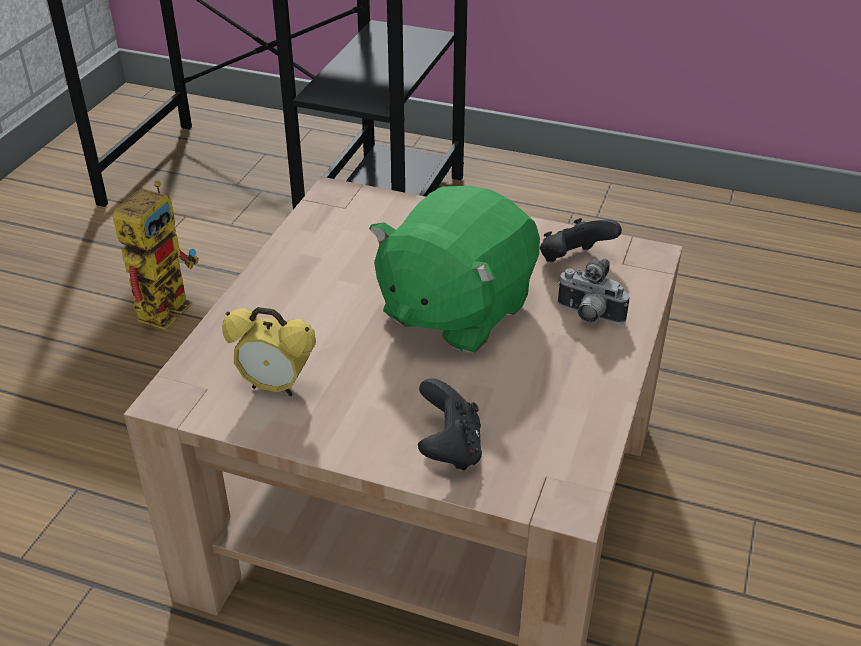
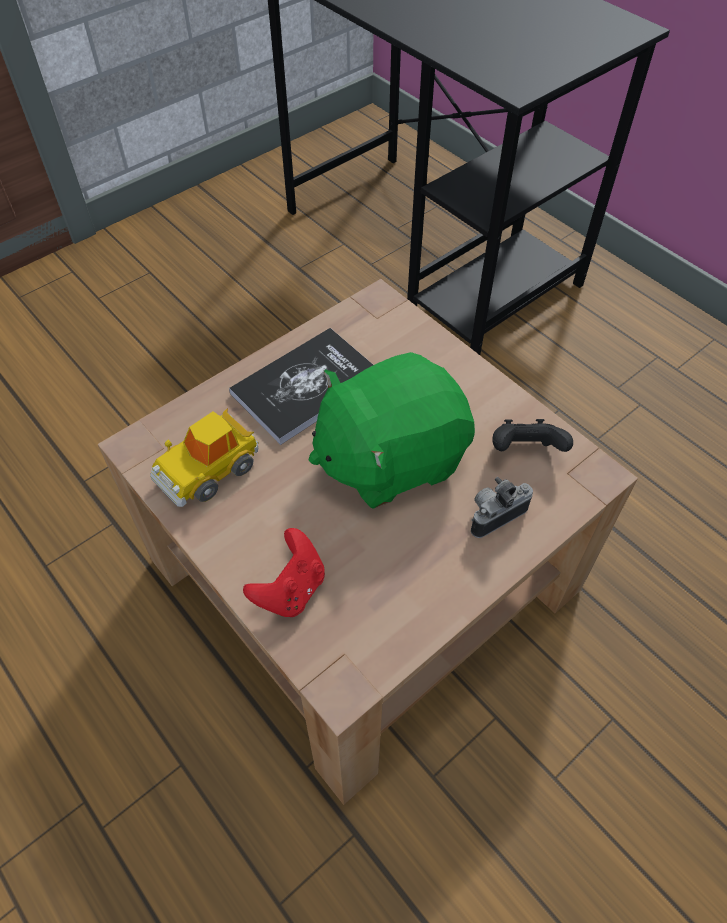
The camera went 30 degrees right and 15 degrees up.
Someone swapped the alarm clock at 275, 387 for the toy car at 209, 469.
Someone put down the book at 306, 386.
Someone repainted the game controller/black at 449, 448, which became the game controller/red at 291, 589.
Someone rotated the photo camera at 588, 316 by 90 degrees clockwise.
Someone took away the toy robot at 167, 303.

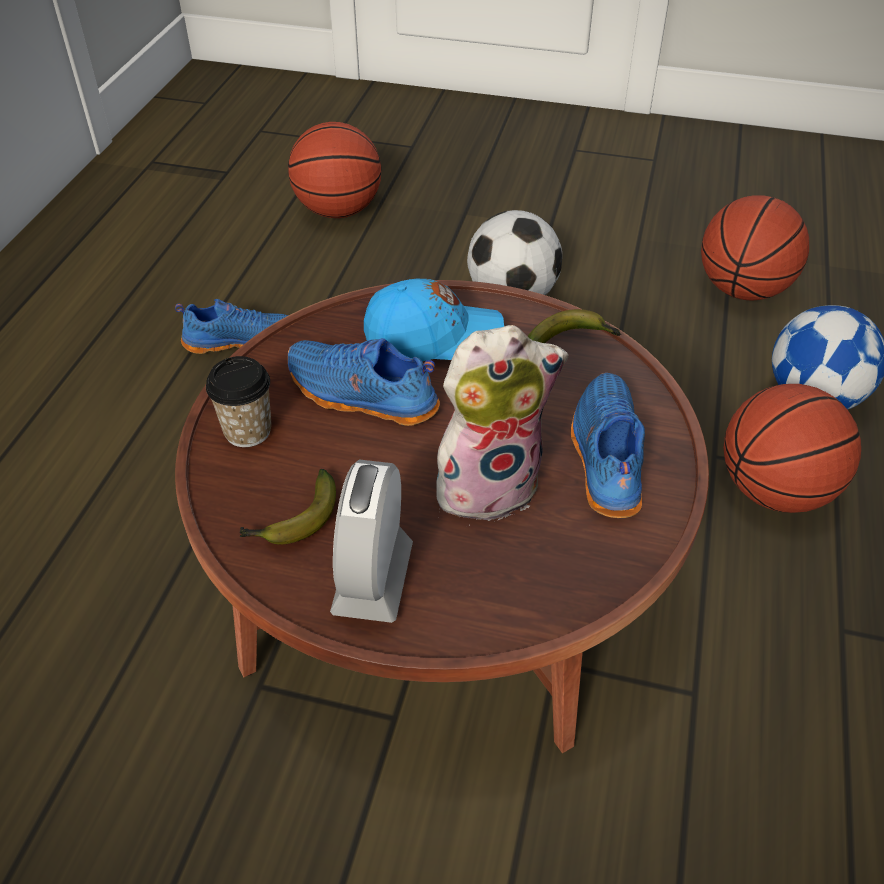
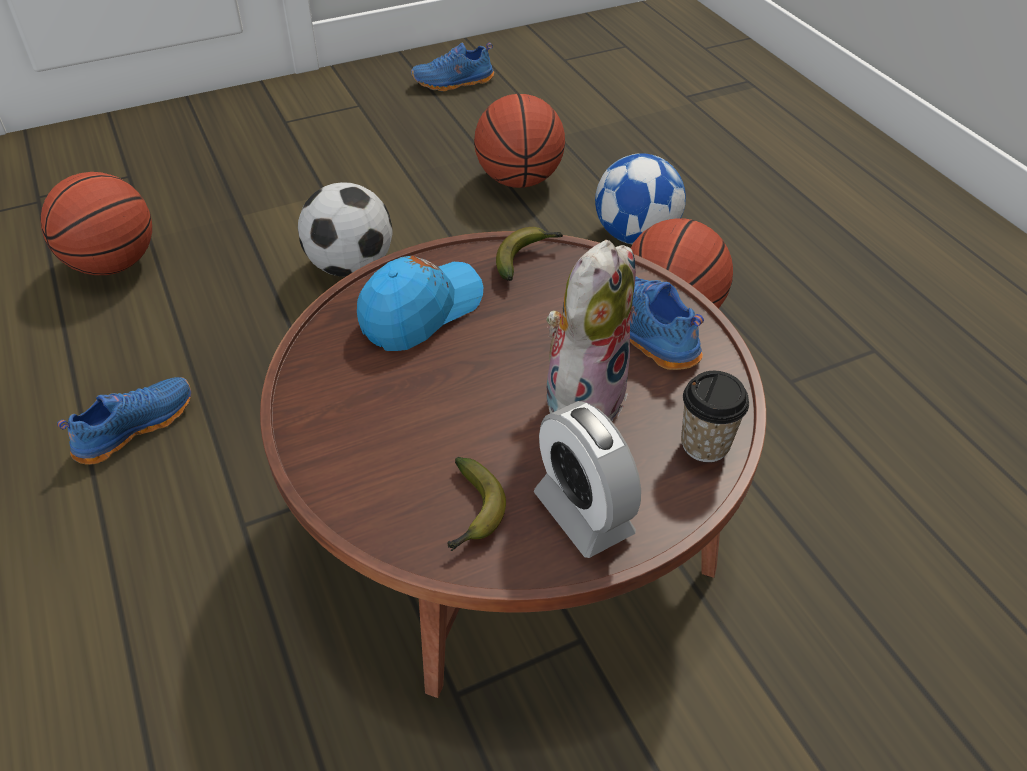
The camera went 40 degrees left and 0 degrees up.
Someone carried the shoe/blue from 361, 397 to 453, 83.
Someone carried the cup from 248, 431 to 705, 444.

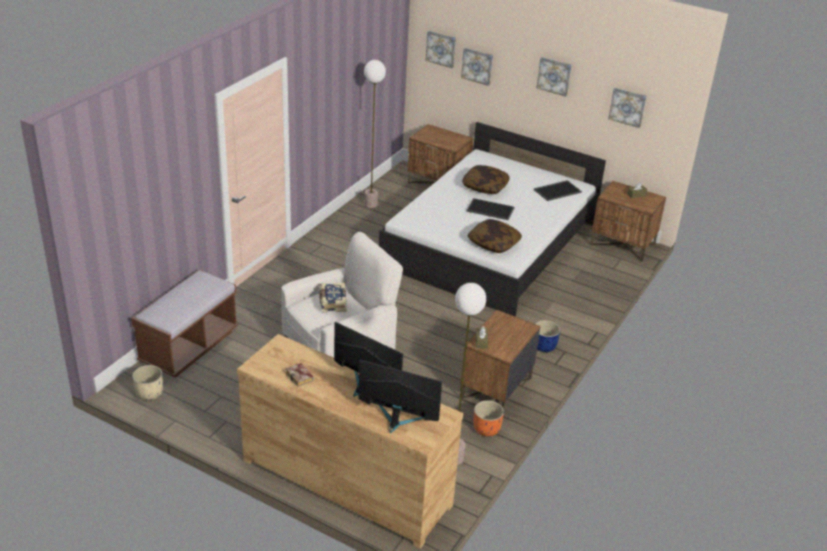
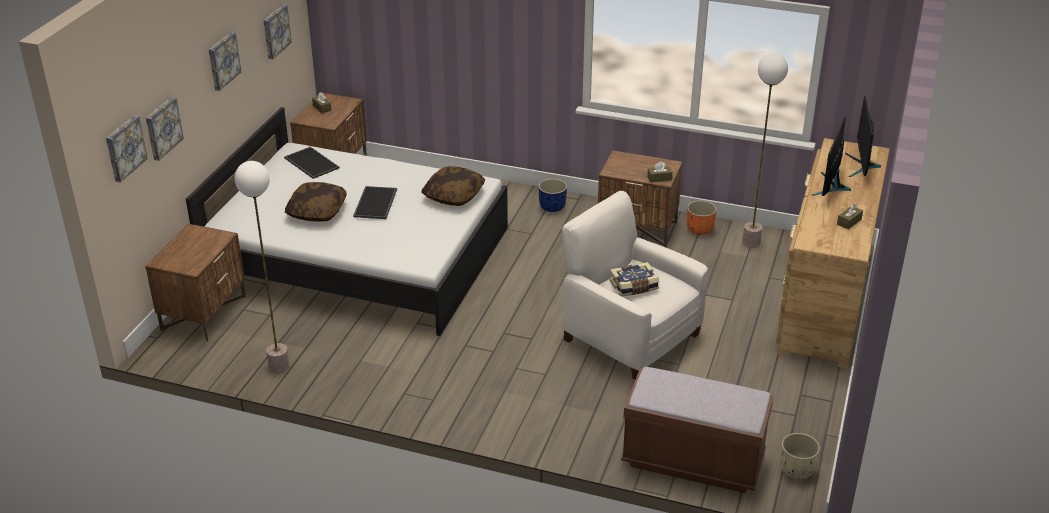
The camera went 100 degrees left and 0 degrees up.
Someone swapped the book at 301, 377 for the tissue box/brown at 849, 222.

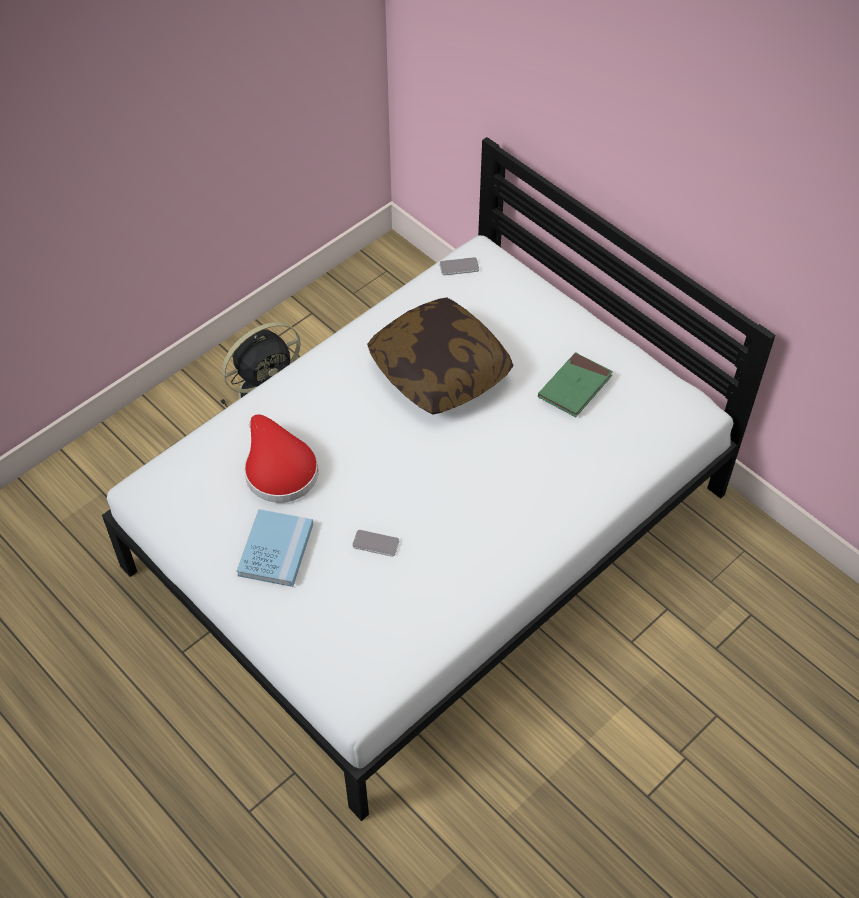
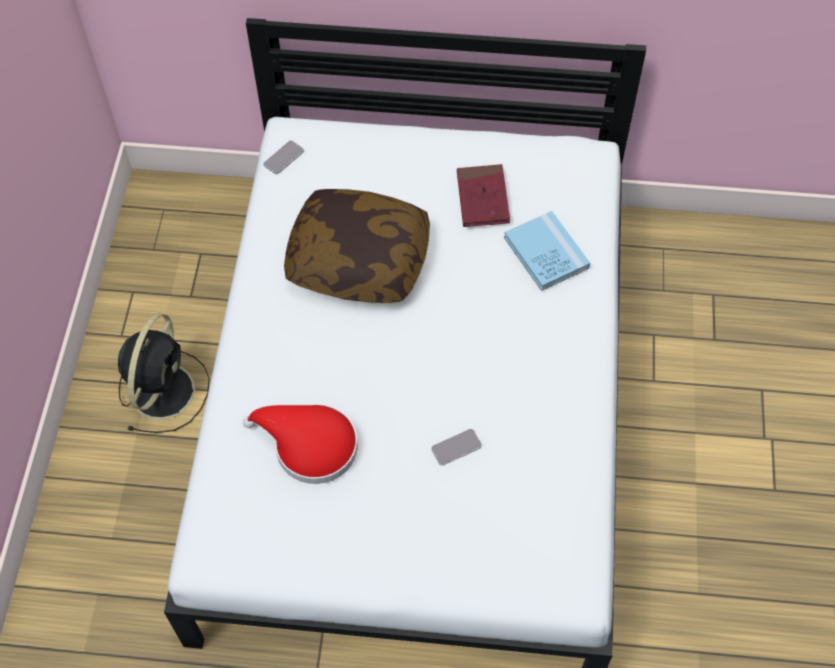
The camera went 40 degrees left and 5 degrees up.
Someone repainted the book/green at 575, 387, which became the book/red at 482, 198.
Someone carried the book/blue from 276, 550 to 546, 253.

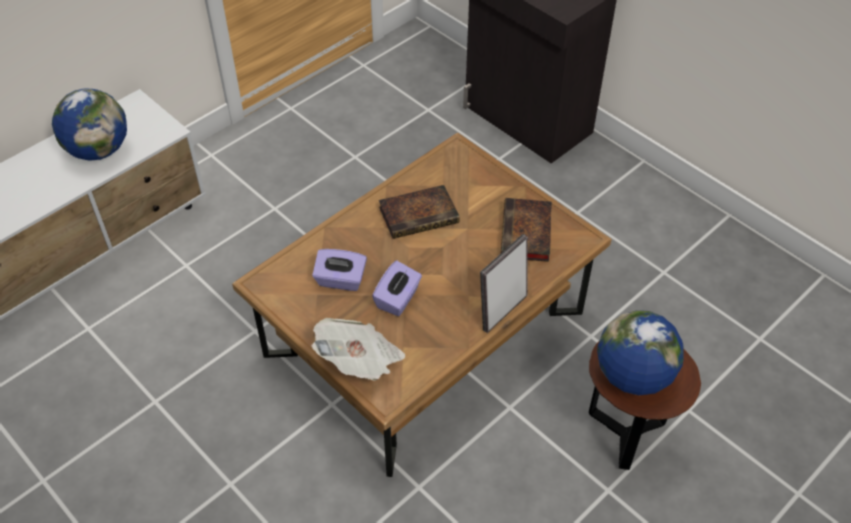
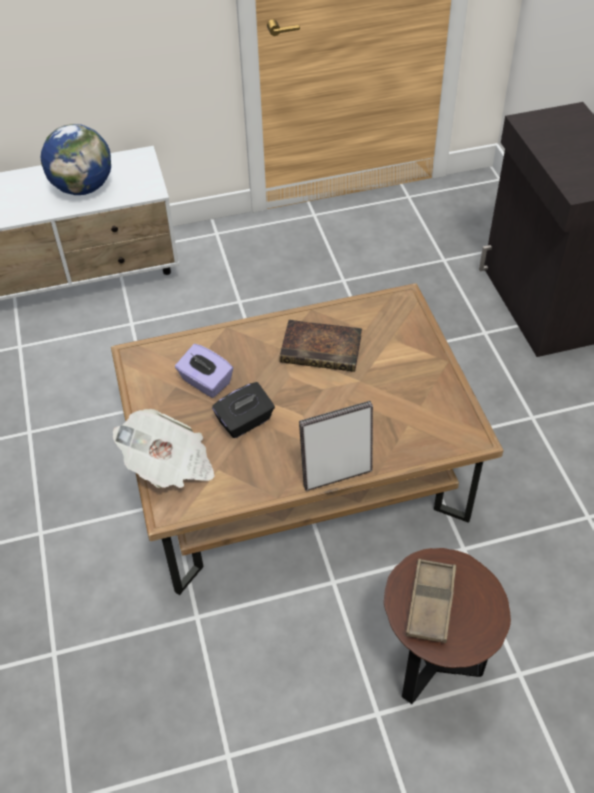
The camera went 30 degrees right and 0 degrees up.
Someone repainted the tissue box/purple at 398, 299, which became the tissue box/black at 245, 421.
Someone swapped the globe at 633, 376 for the tray/brown at 431, 603.
Someone took away the book at 526, 234.

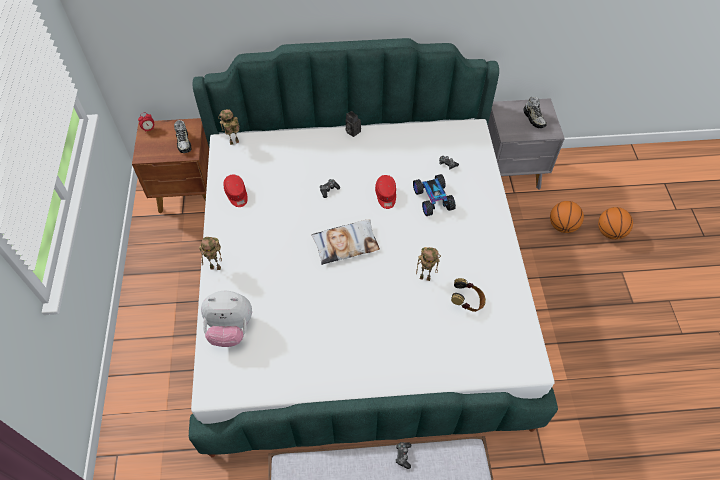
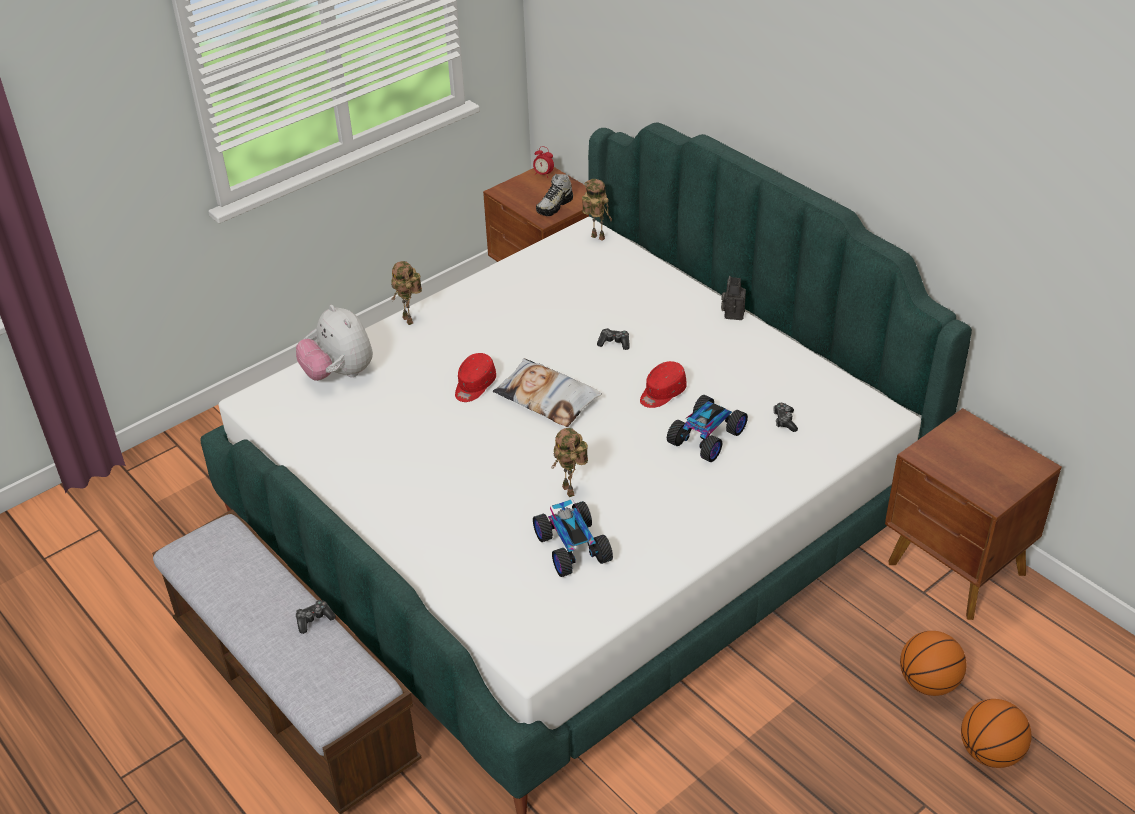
The camera went 55 degrees right and 15 degrees down.
Someone carried the cap/red from 237, 195 to 474, 386.
Someone swapped the headphones at 467, 302 for the toy car at 571, 548.
Someone repainted the nightstand/grey at 510, 173, which became the nightstand/brown at 956, 570.
Someone took away the shoe at 534, 118.

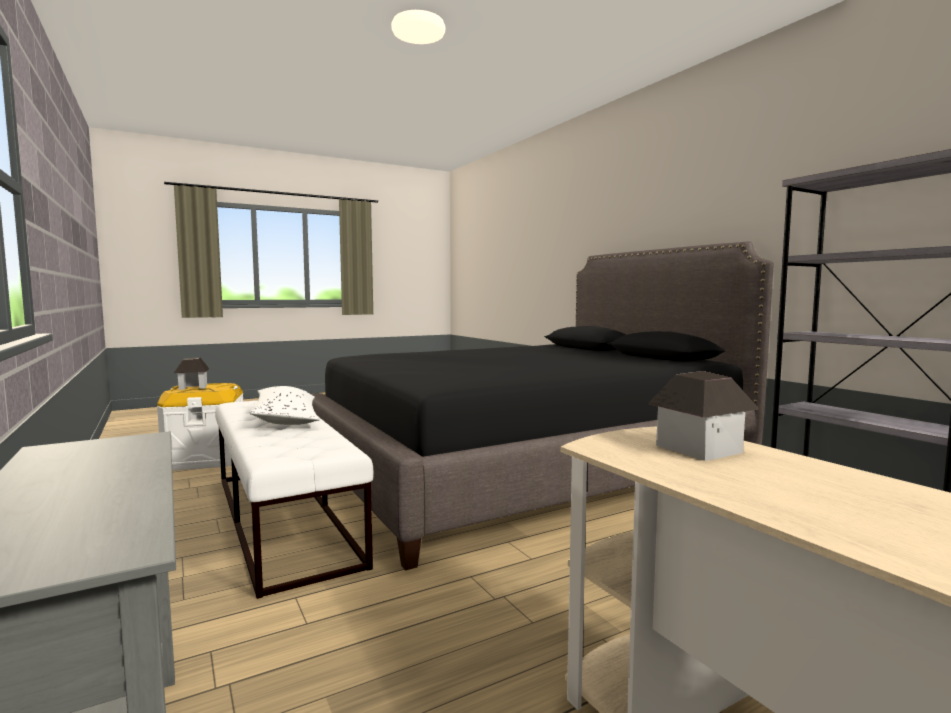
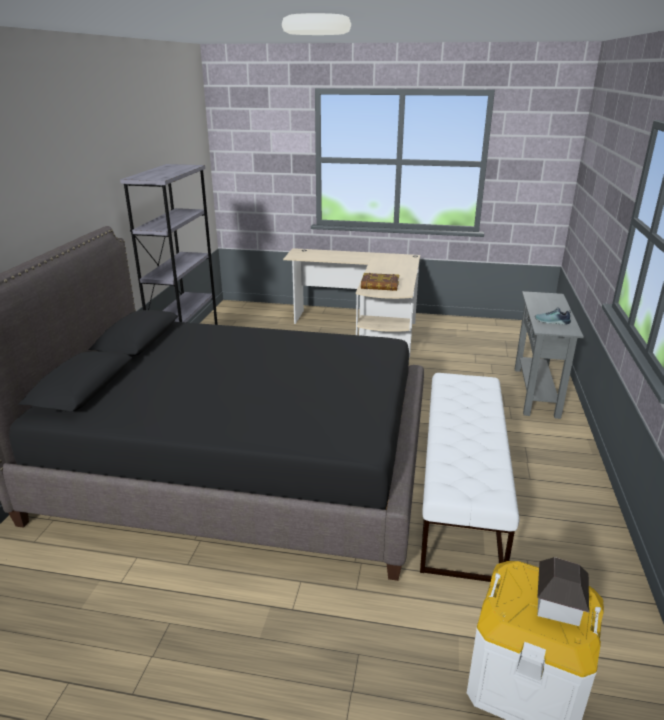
The camera went 140 degrees left and 20 degrees up.
Someone swapped the toy house at 699, 449 for the book at 380, 285.
Someone put down the shoe at 552, 322.
Someone took away the pillow/white at 286, 418.

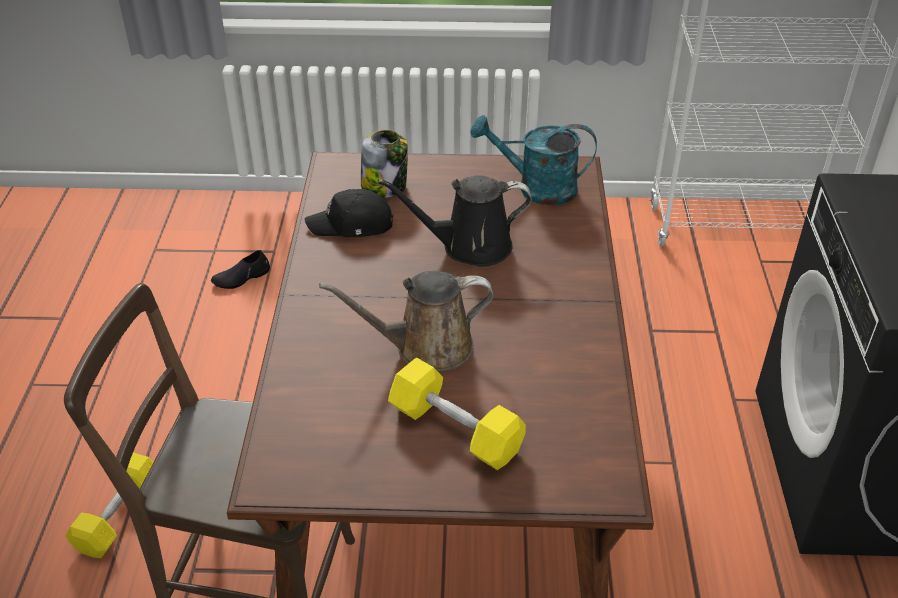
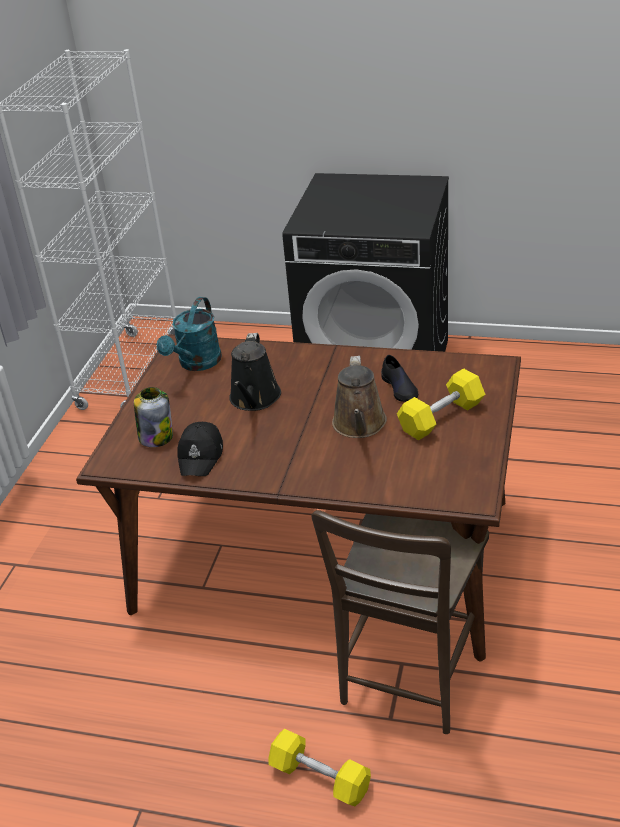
The camera went 75 degrees left and 5 degrees down.
Someone carried the shoe/black from 241, 278 to 400, 388.

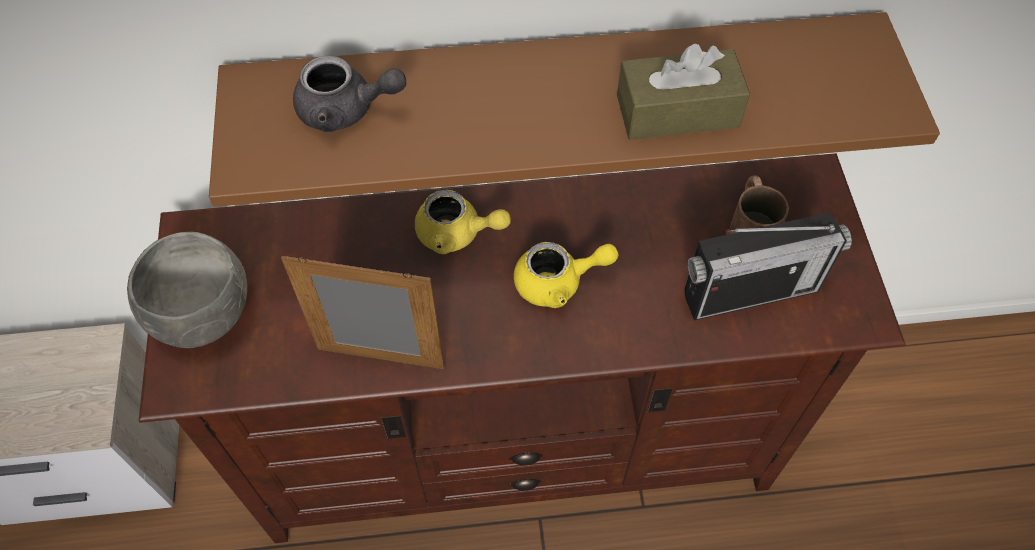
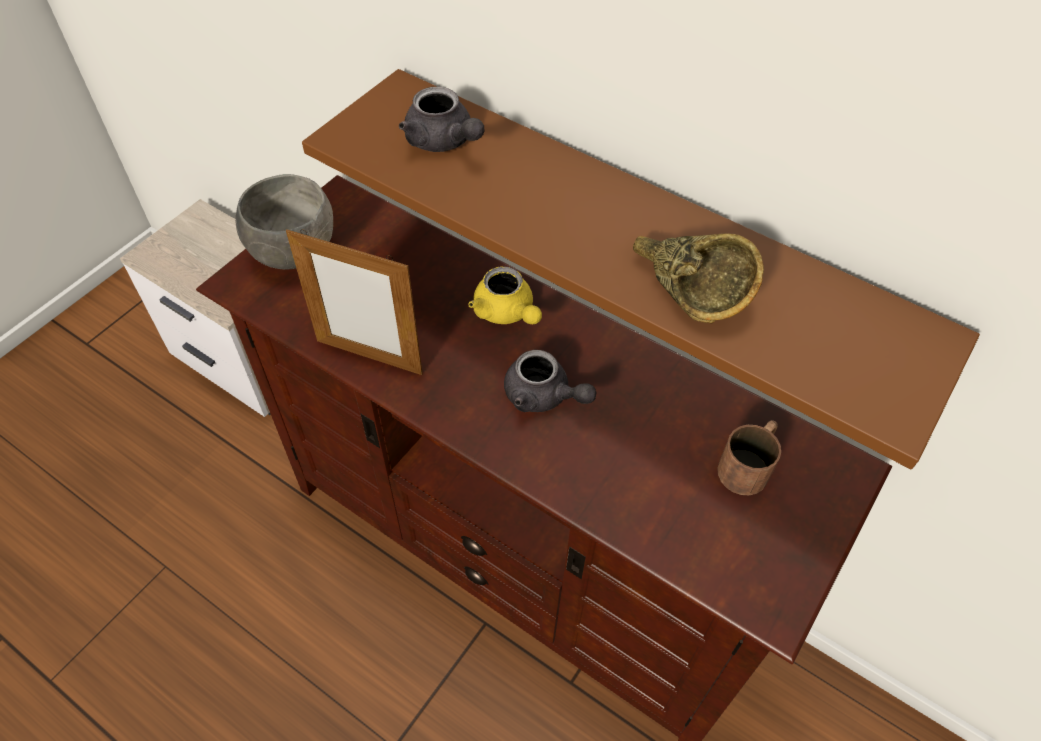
The camera went 40 degrees right and 5 degrees down.
Someone rotated the picture frame at 380, 358 by 150 degrees clockwise.
Someone repainted the teapot/yellow at 558, 282, which became the teapot/grey at 543, 396.
Someone swapped the tissue box/brown at 677, 111 for the bowl/brown at 686, 290.
Someone took away the radio at 750, 292.

